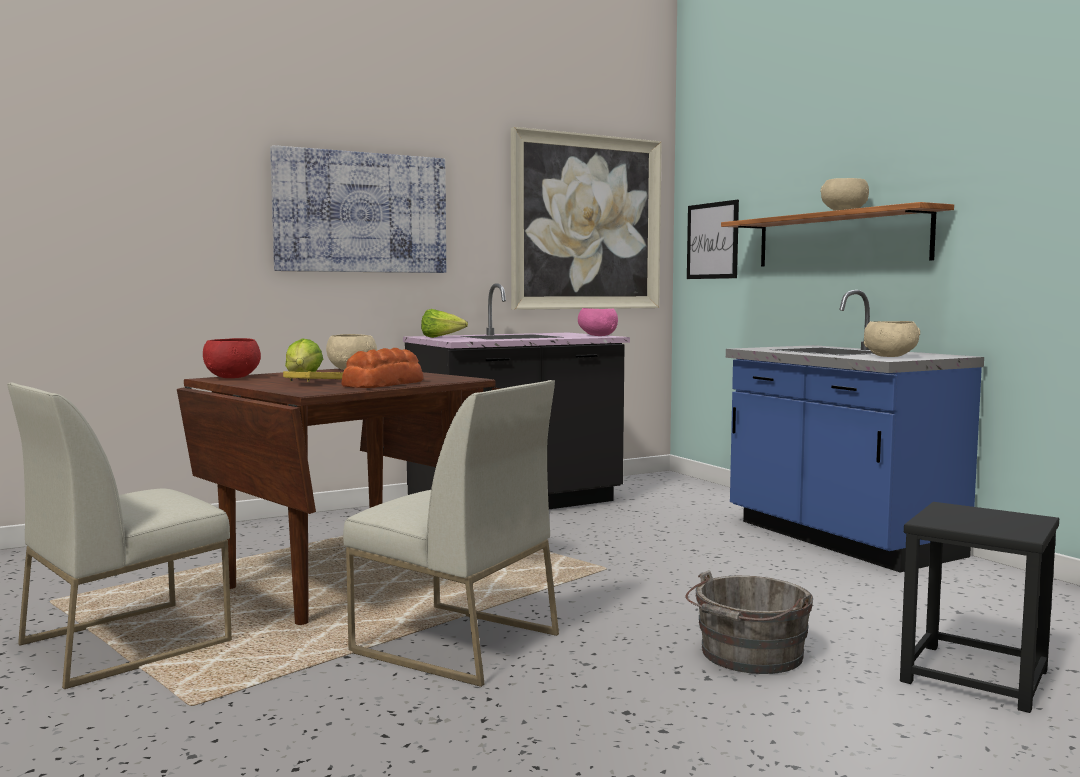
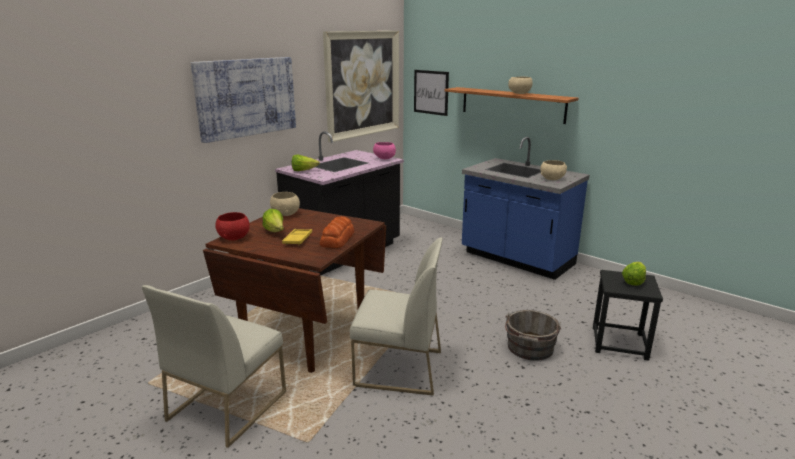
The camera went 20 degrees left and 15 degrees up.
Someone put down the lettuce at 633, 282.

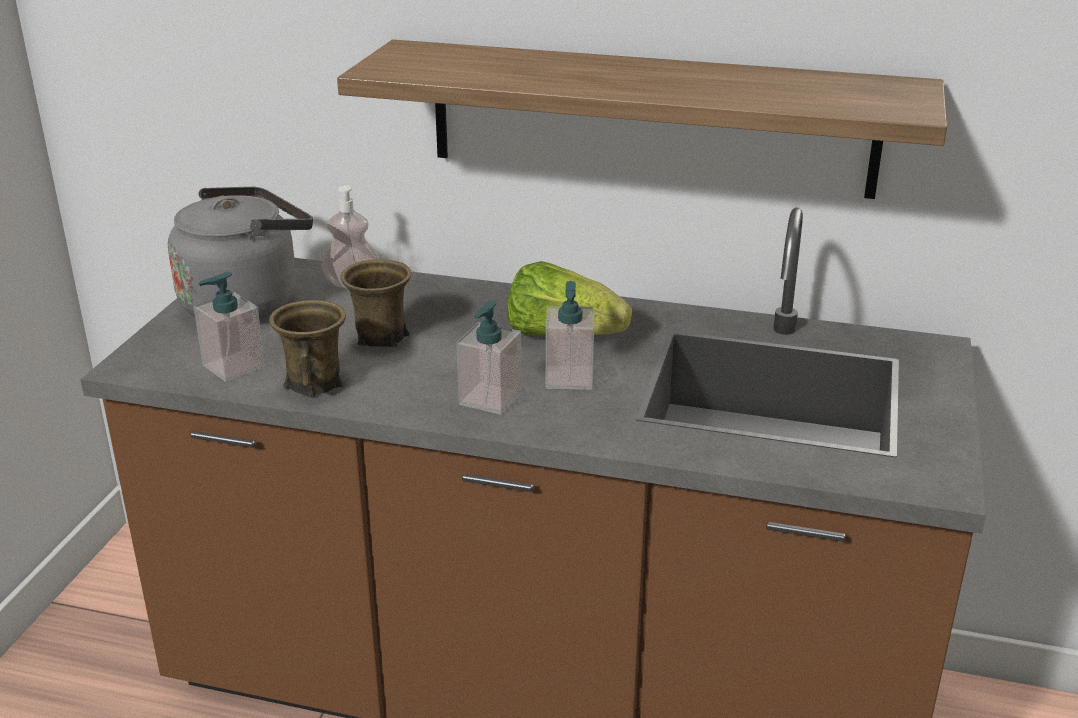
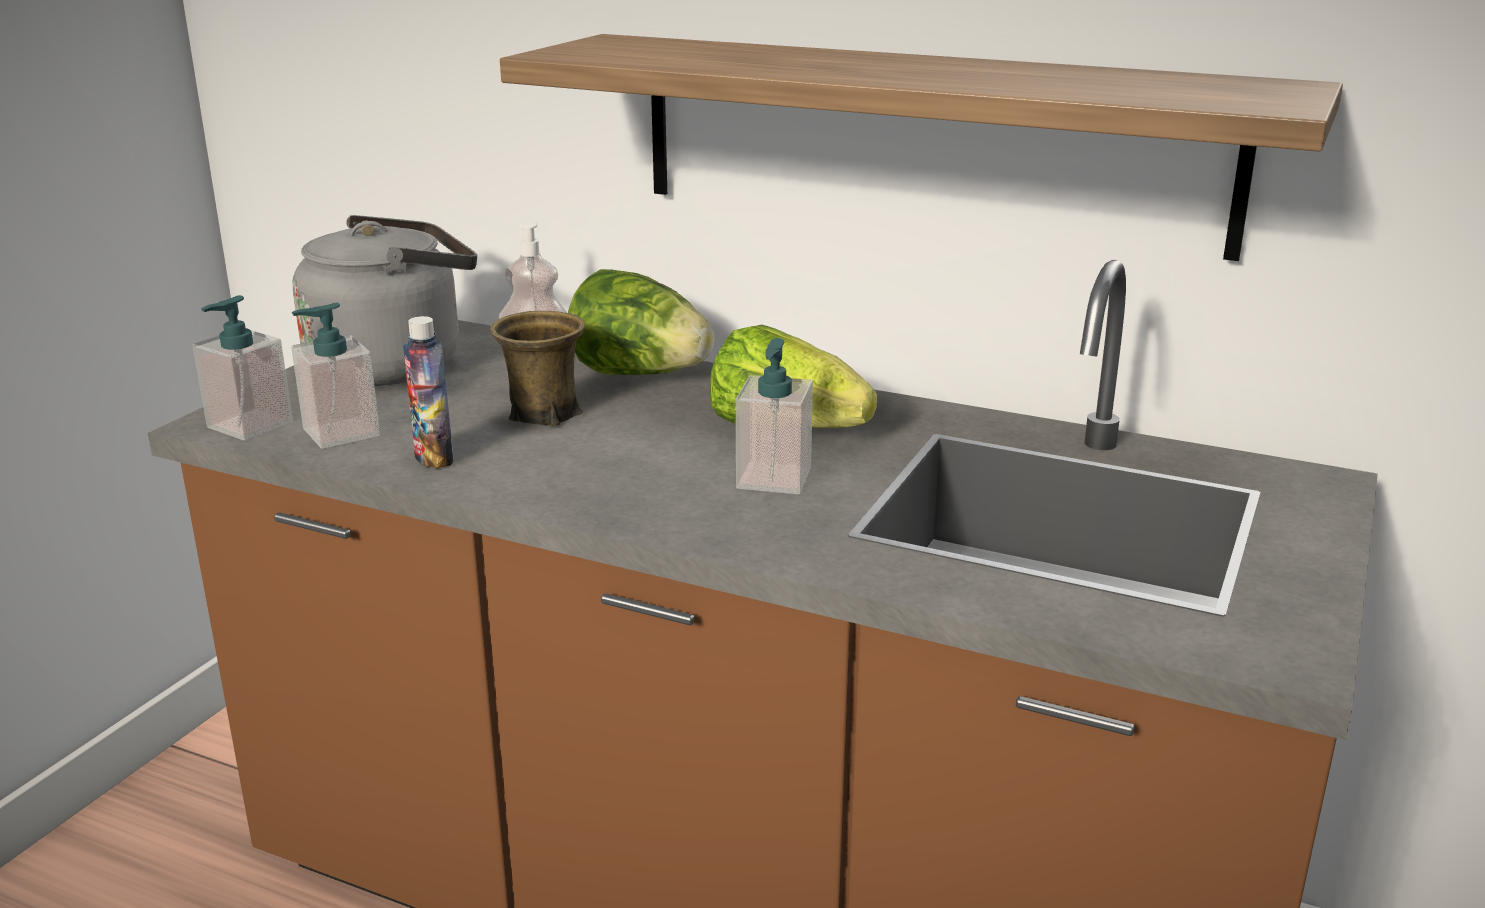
The camera went 10 degrees right and 5 degrees down.
Someone carried the soap dispenser from 490, 399 to 249, 425.
Someone swapped the mug/brown at 315, 382 for the bottle at 434, 458.
Someone put down the lettuce at 641, 375.

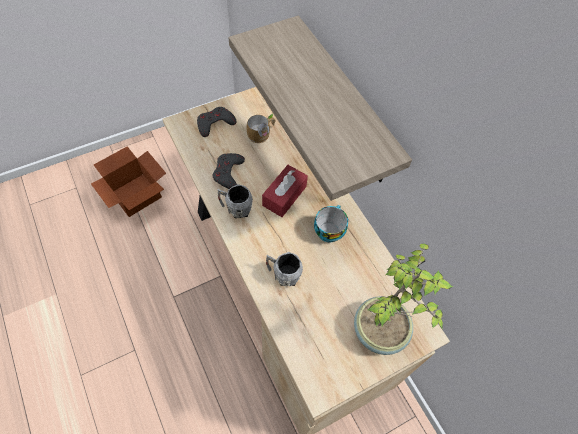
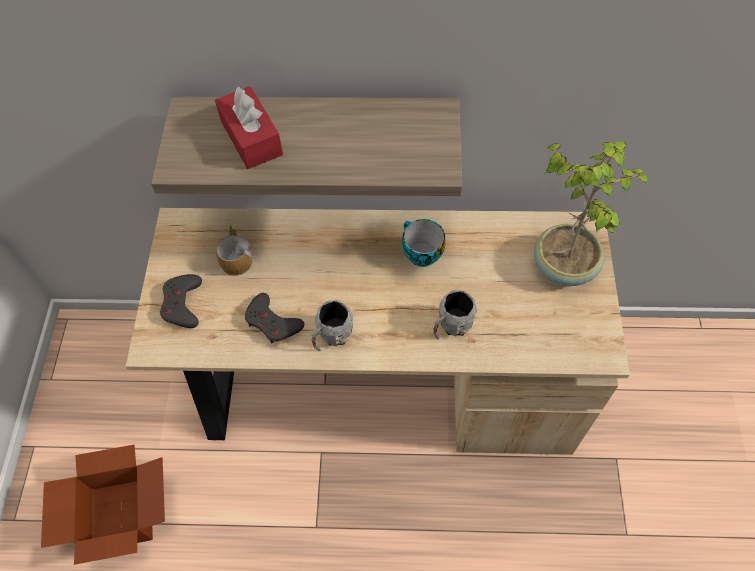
The camera went 55 degrees left and 0 degrees up.
Someone carried the tissue box/red from 284, 196 to 251, 138.

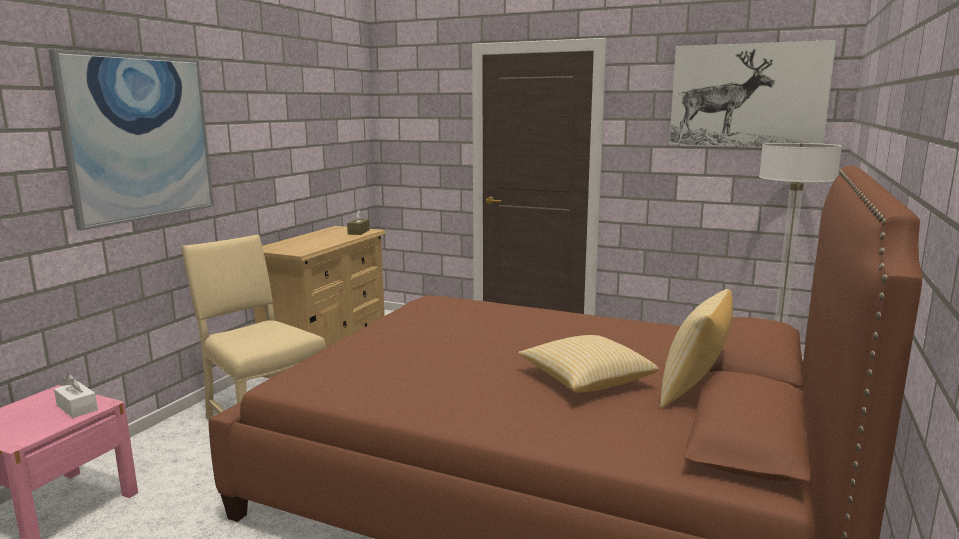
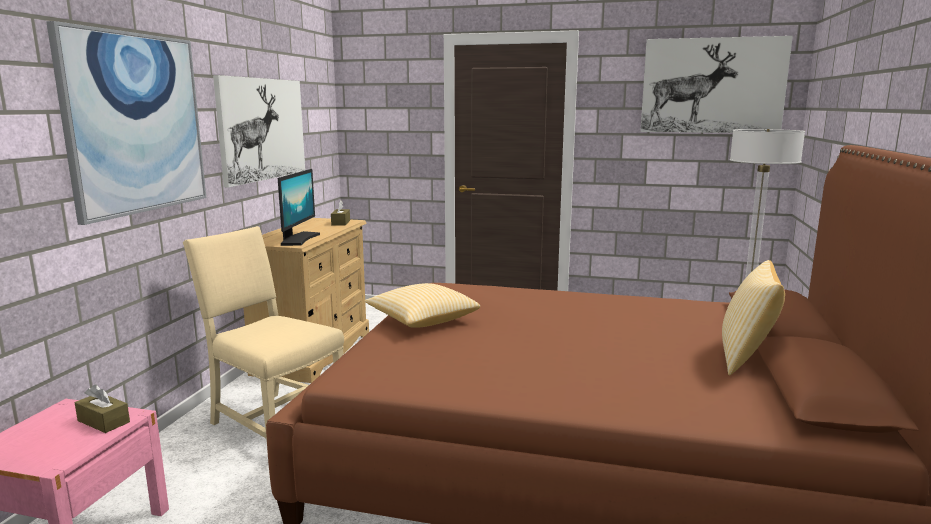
The camera went 10 degrees left and 0 degrees up.
Someone repainted the tissue box/white at 77, 408, which became the tissue box/brown at 103, 421.
Someone put up the picture at 262, 129.
Someone put down the monitor at 298, 239.
Someone carried the pillow from 586, 380 to 422, 320.

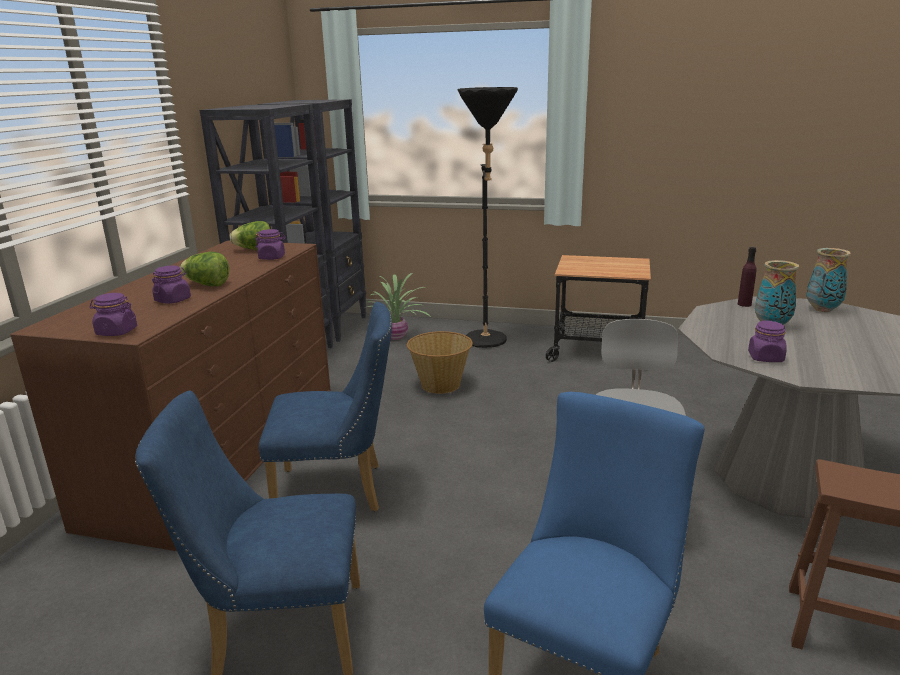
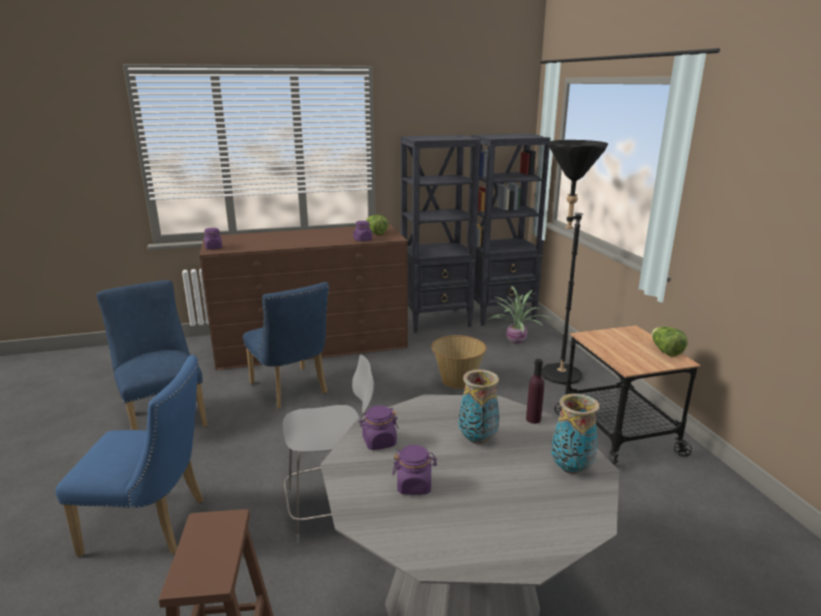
The camera went 60 degrees right and 0 degrees up.
Someone carried the jar/purple from 173, 300 to 414, 485.
Someone carried the lettuce from 207, 285 to 665, 351.

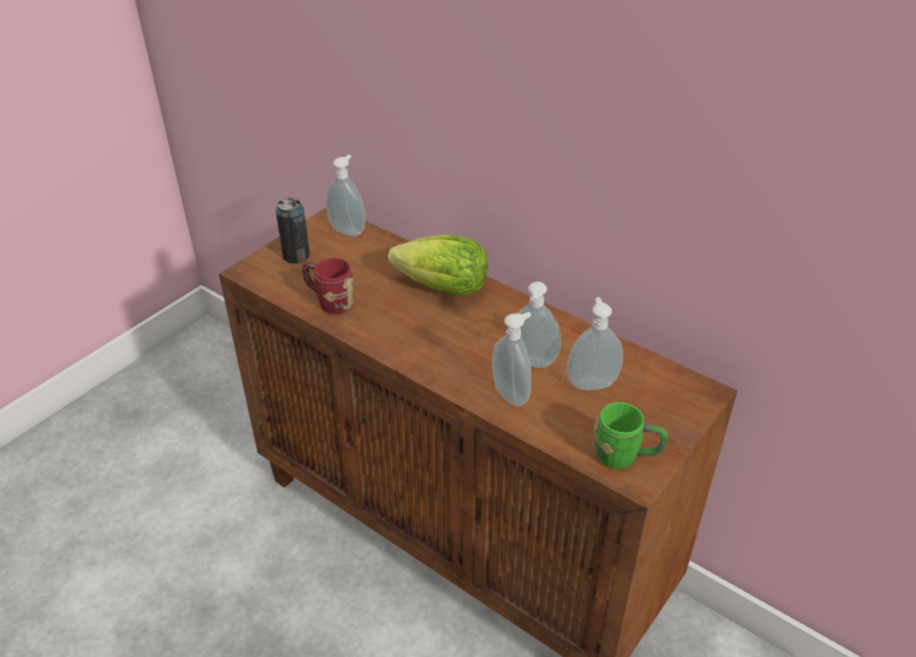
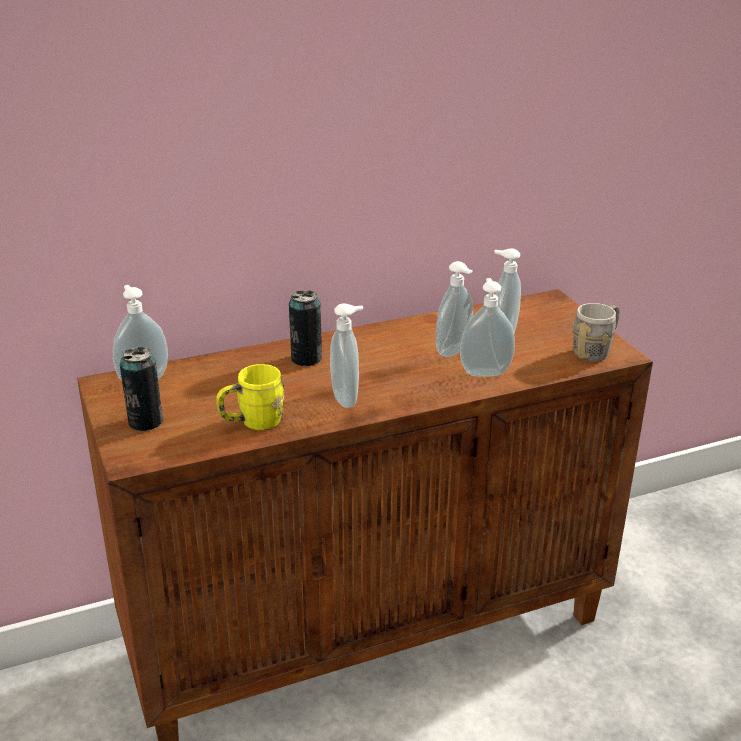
The camera went 60 degrees left and 10 degrees down.
Someone repainted the mug/red at 329, 301, which became the mug/yellow at 252, 423.
Someone swapped the lettuce at 443, 288 for the can at 306, 358.
Someone put down the soap dispenser at 347, 398.
Someone repainted the mug/green at 625, 457, which became the mug/grey at 595, 350.

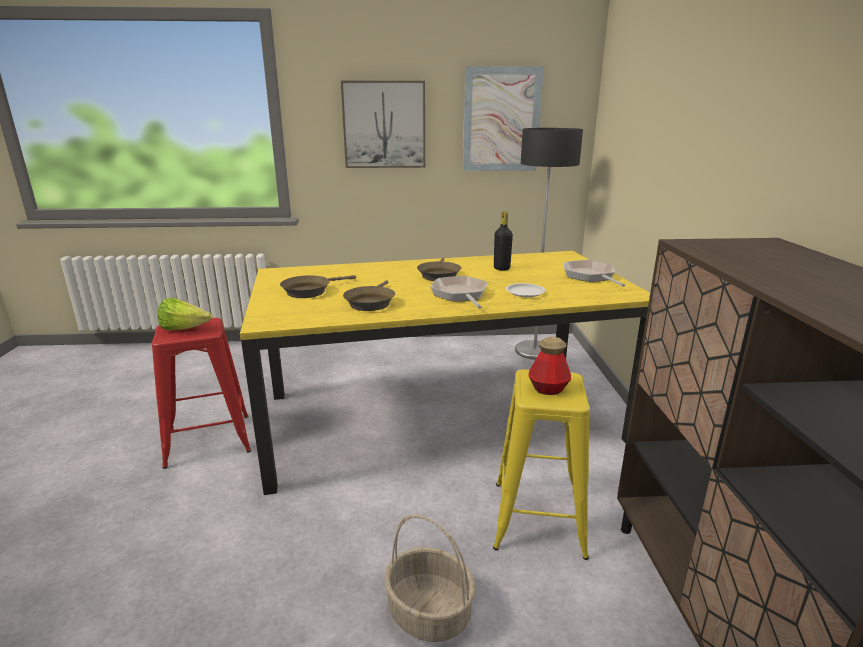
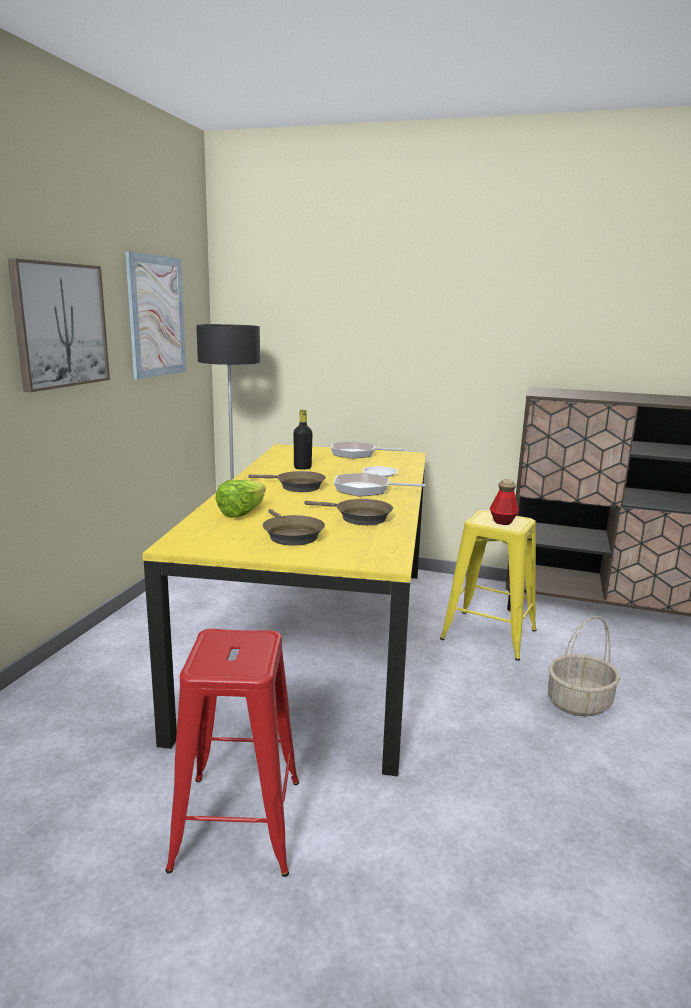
The camera went 70 degrees left and 5 degrees down.
Someone carried the lettuce from 185, 329 to 242, 513.

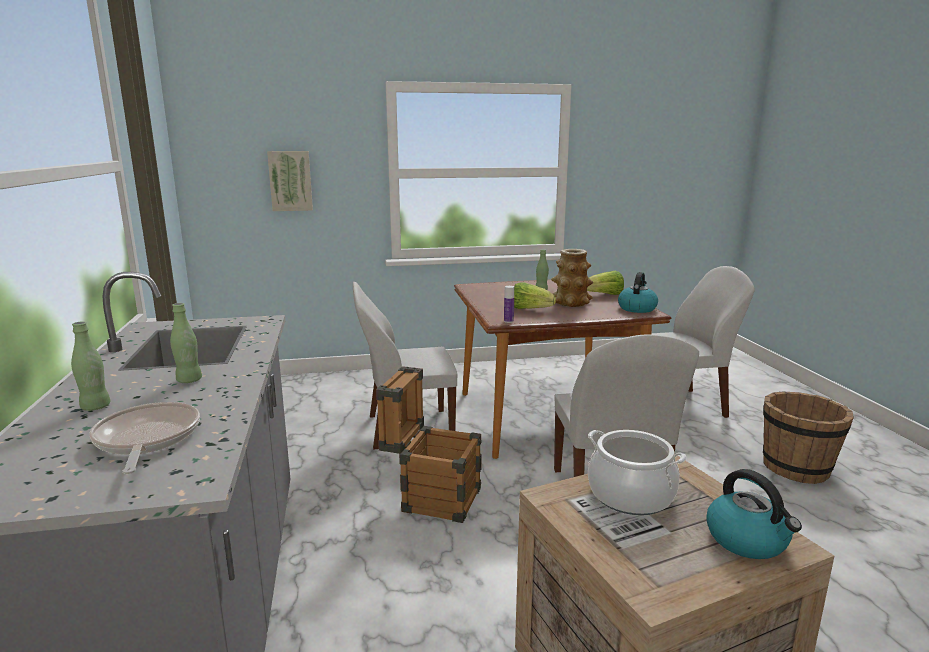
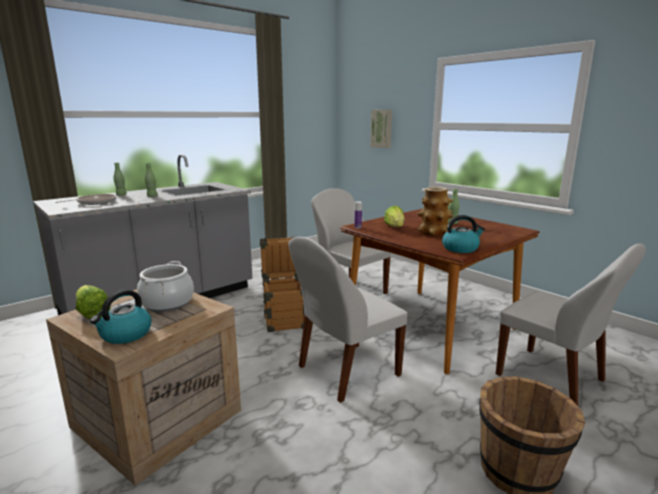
The camera went 60 degrees right and 0 degrees up.
Someone carried the lettuce from 604, 295 to 92, 313.

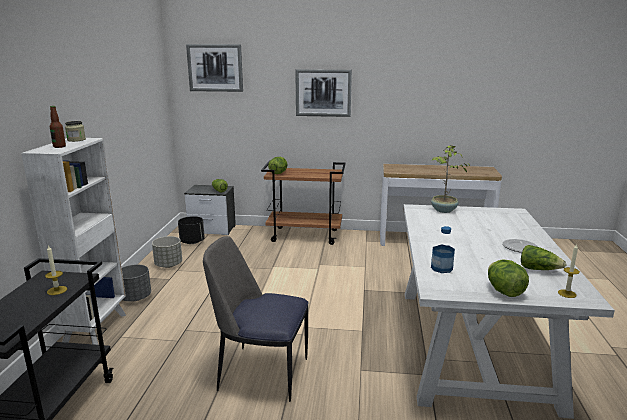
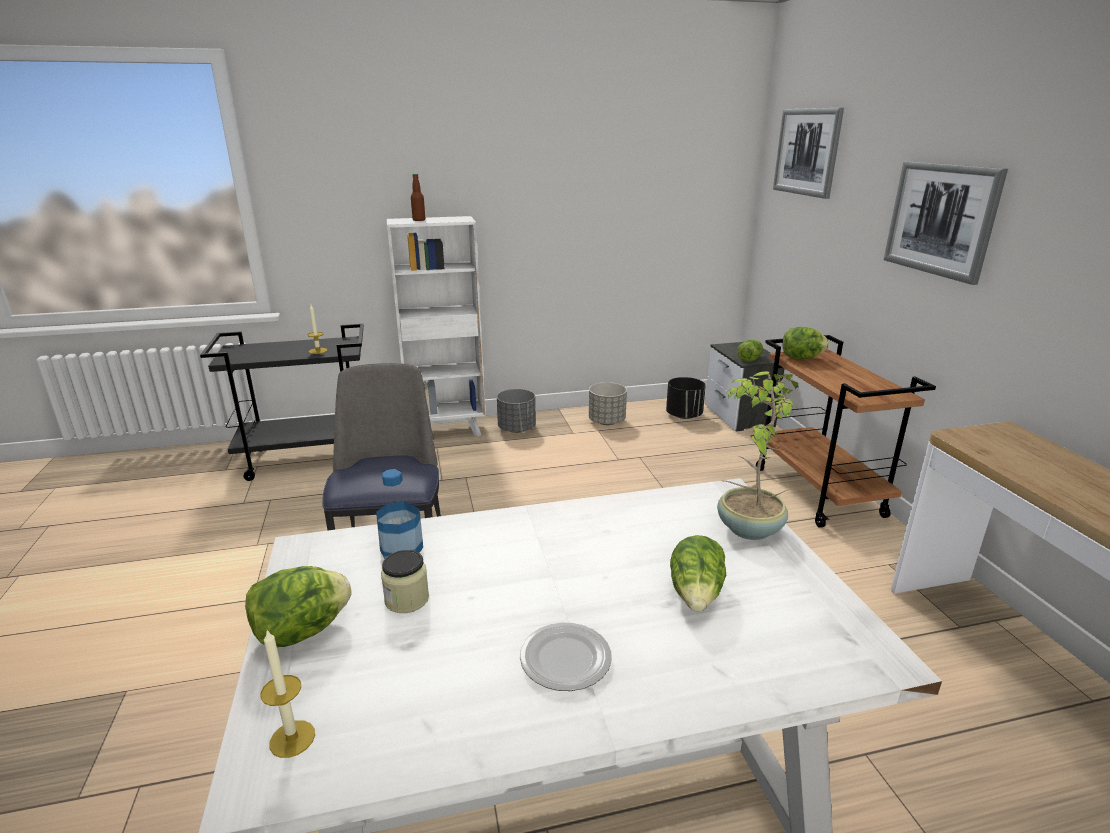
The camera went 70 degrees right and 5 degrees up.
Someone carried the jar from 76, 140 to 407, 599.
Someone carried the lettuce from 538, 269 to 696, 594.

